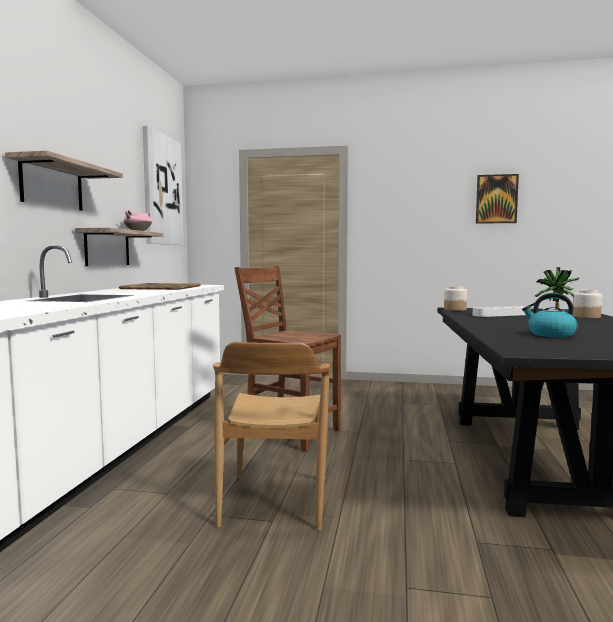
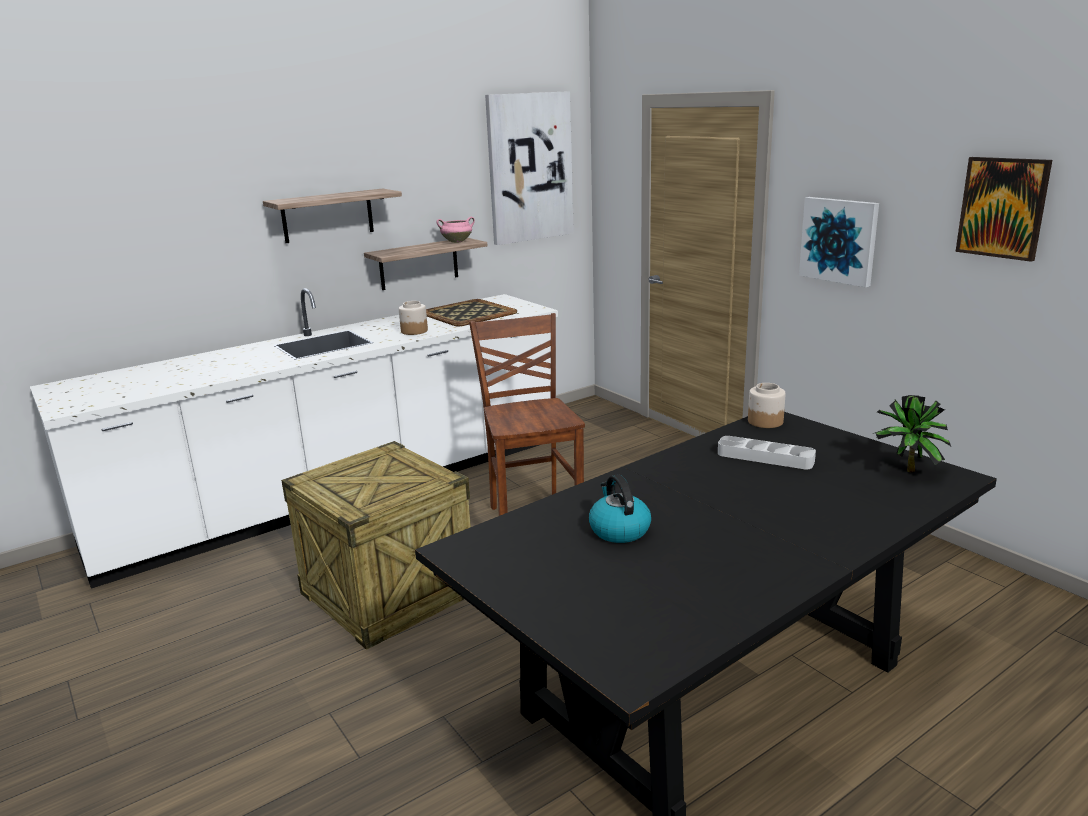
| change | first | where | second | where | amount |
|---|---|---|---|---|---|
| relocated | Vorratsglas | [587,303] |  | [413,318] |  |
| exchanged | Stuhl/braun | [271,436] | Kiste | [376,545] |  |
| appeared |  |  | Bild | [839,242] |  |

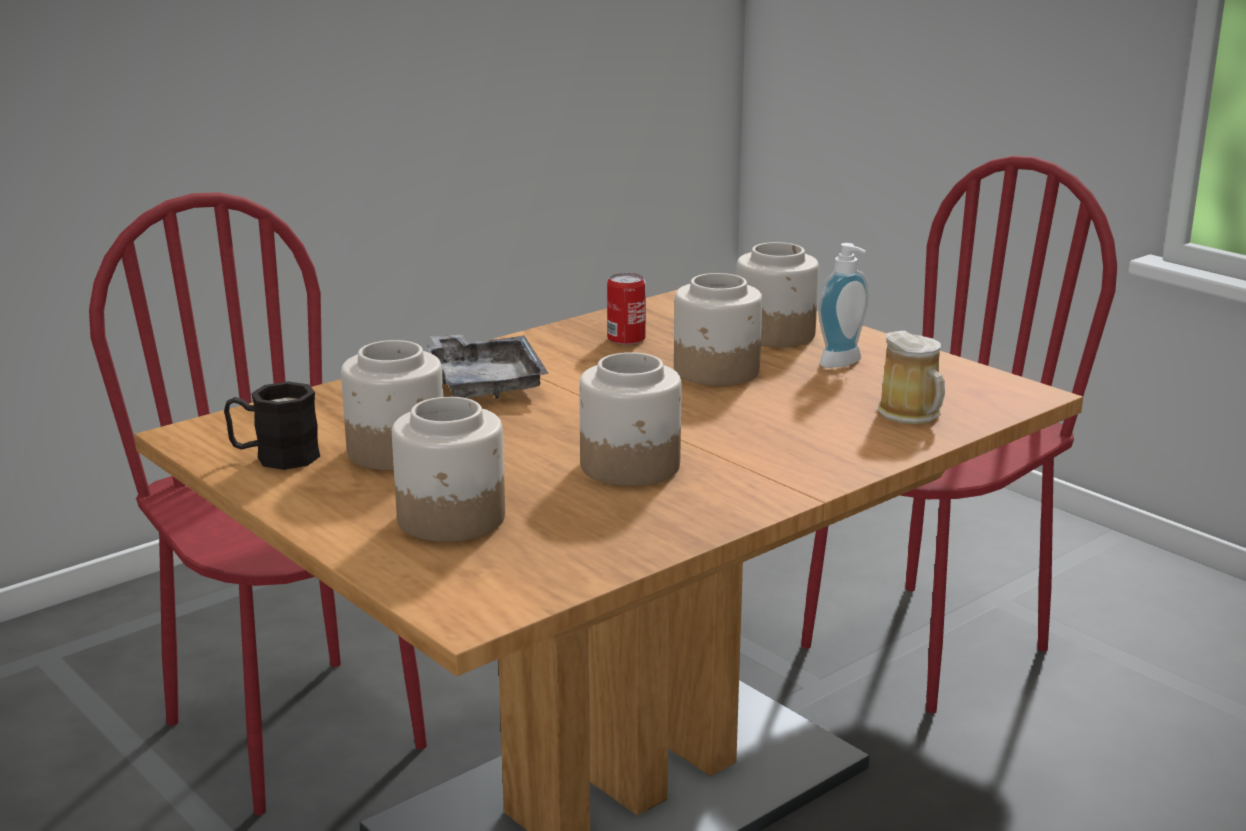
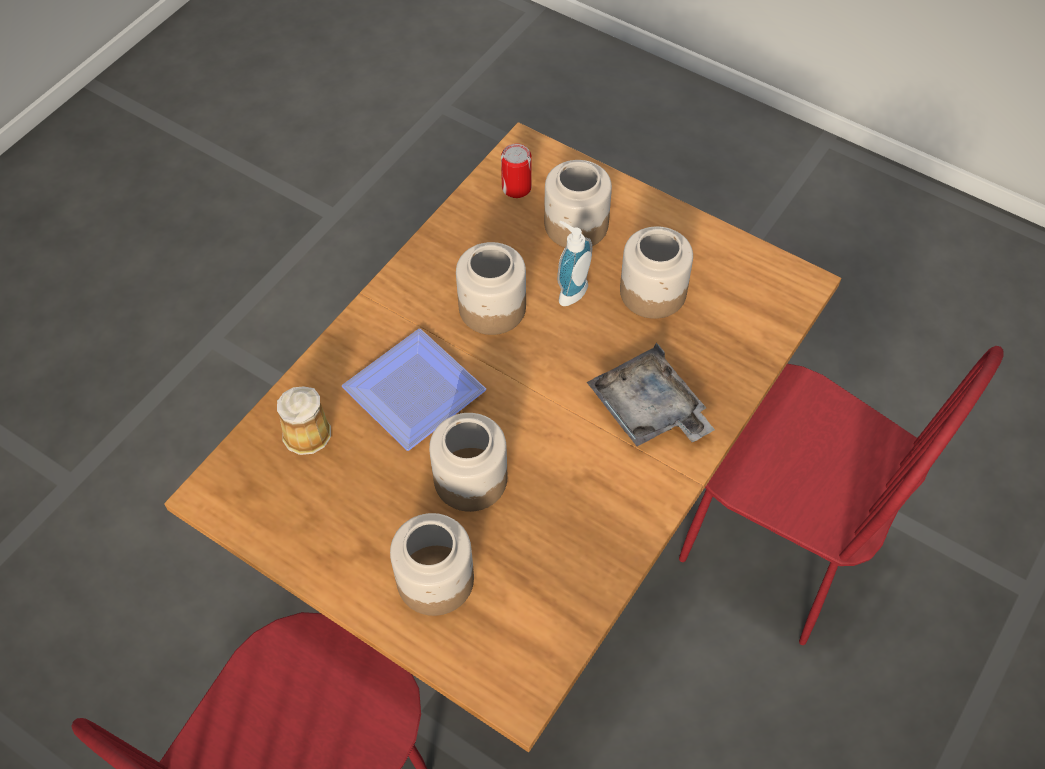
| change | first | where | second | where | amount |
|---|---|---|---|---|---|
| relocated | Seifenspender | [843,305] |  | [574,263] |  |
| relocated | Dose | [626,309] |  | [516,171] |  |
| missing | Henkelbecher/schwarz | [272,426] |  |  |  |
| appeared |  |  | Teller | [414,390] |  |

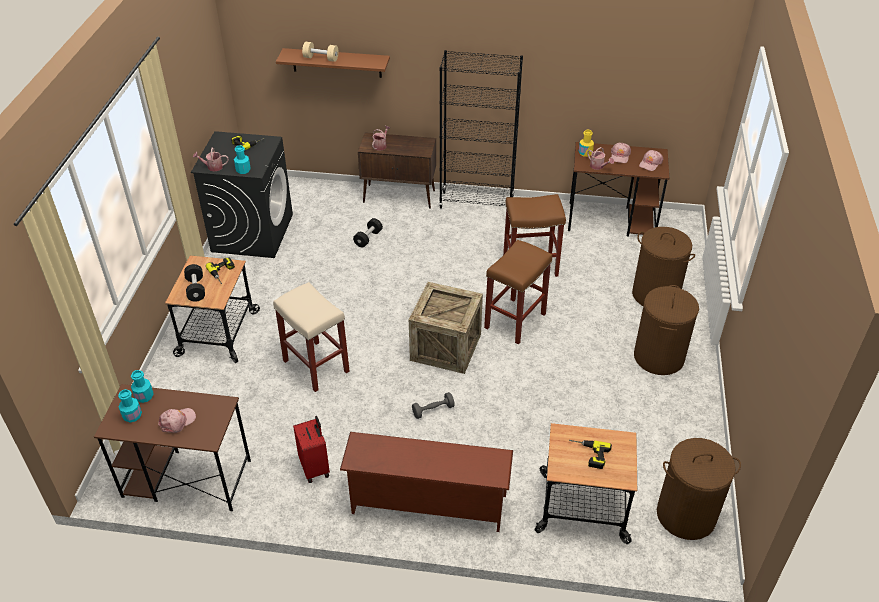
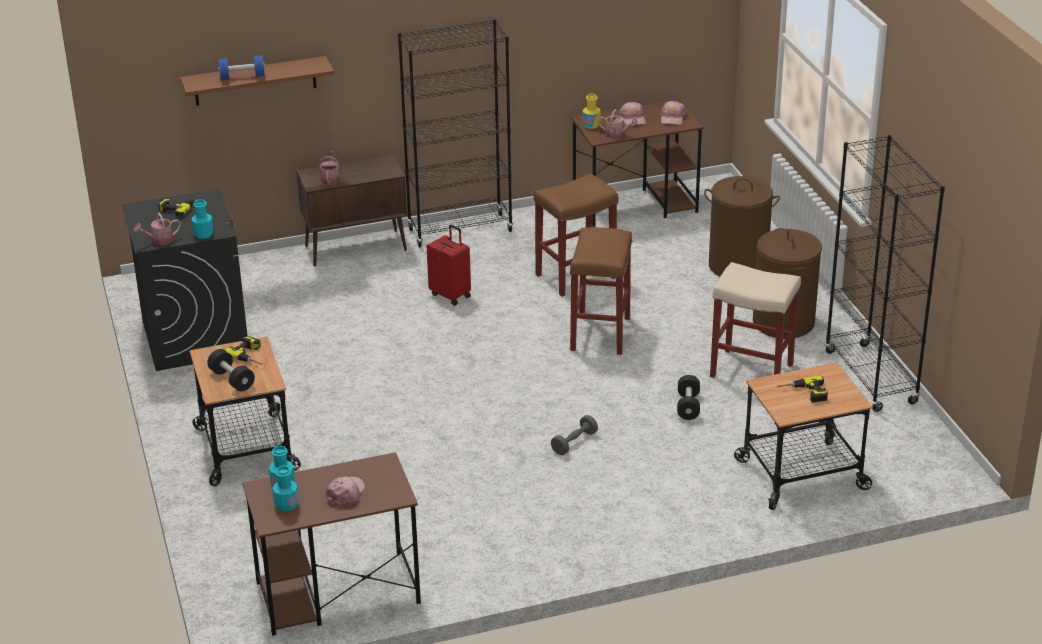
| change | first | where | second | where | amount |
|---|---|---|---|---|---|
| colour | Hantel/beige | [320,52] | Hantel/blau | [241,67] |  |
| relocated | Hantel/schwarz | [368,233] |  | [688,397] |  |
| relocated | Hocker/beige | [311,337] |  | [755,320] |  |
| missing | Kiste | [446,328] |  |  |  |
| relocated | Koffer/rot | [311,449] |  | [449,265] |  |
| missing | Schuhregal/braun | [426,482] |  |  |  |
| missing | Wäschekorb/braun | [699,489] |  |  |  |
| appeared |  |  | Bücherregal/schwarz | [885,273] |  |

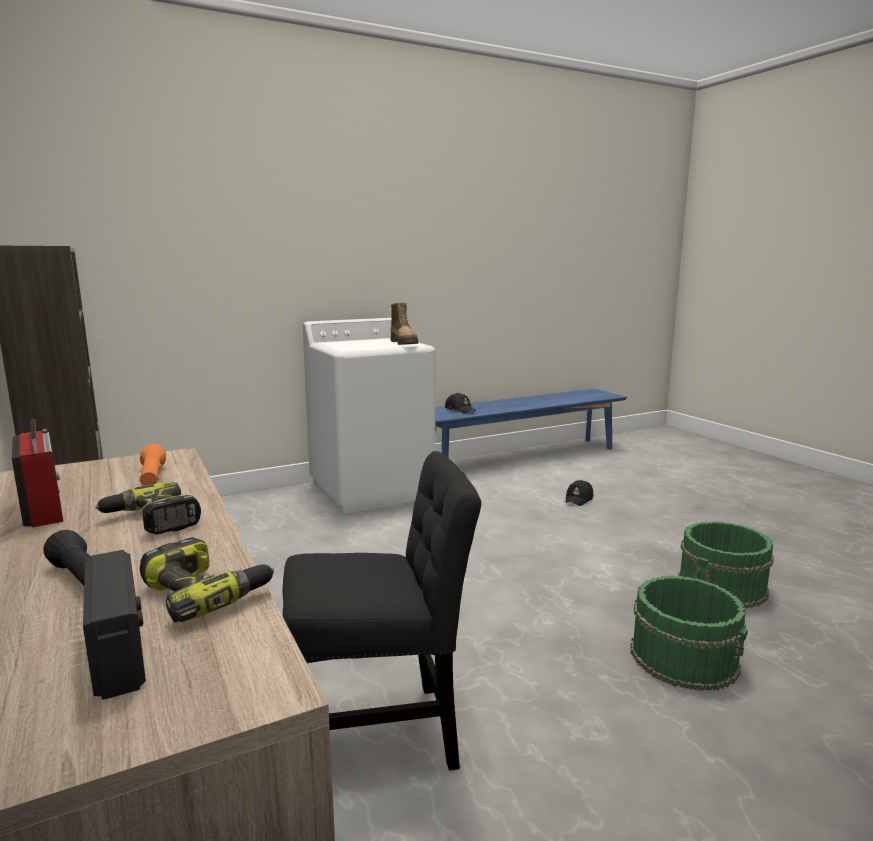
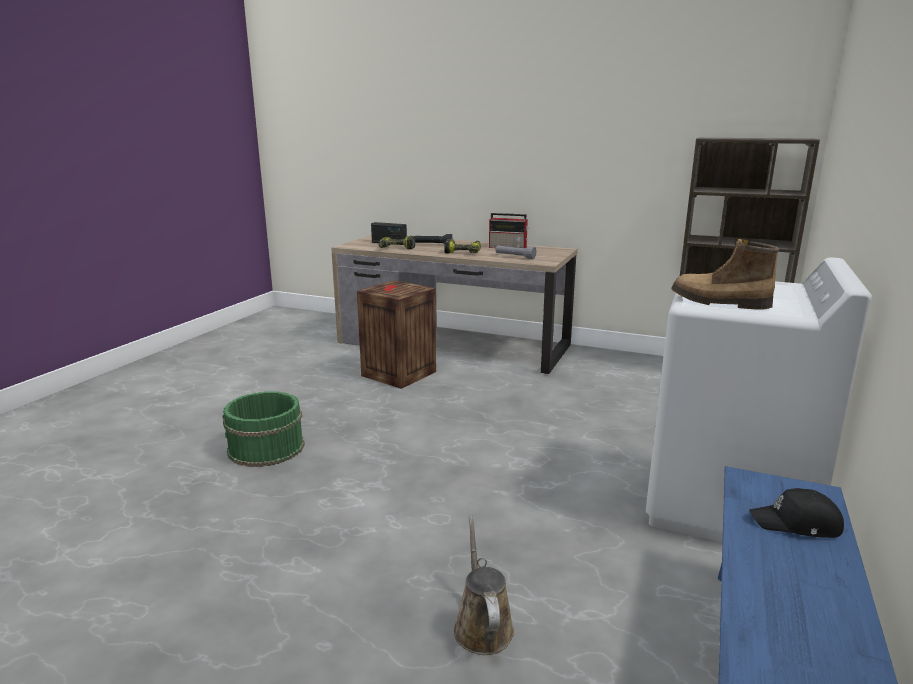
| change | first | where | second | where | amount |
|---|---|---|---|---|---|
| colour | Taschenlampe/orange | [153,465] | Taschenlampe/grau | [515,252] |  |
| exchanged | Stuhl/schwarz | [382,610] | Kiste | [396,334] |  |
| exchanged | Kappe/schwarz | [580,493] | Gießkanne/braun | [484,585] |  |
| missing | Eimer/grün | [726,564] |  |  |  |

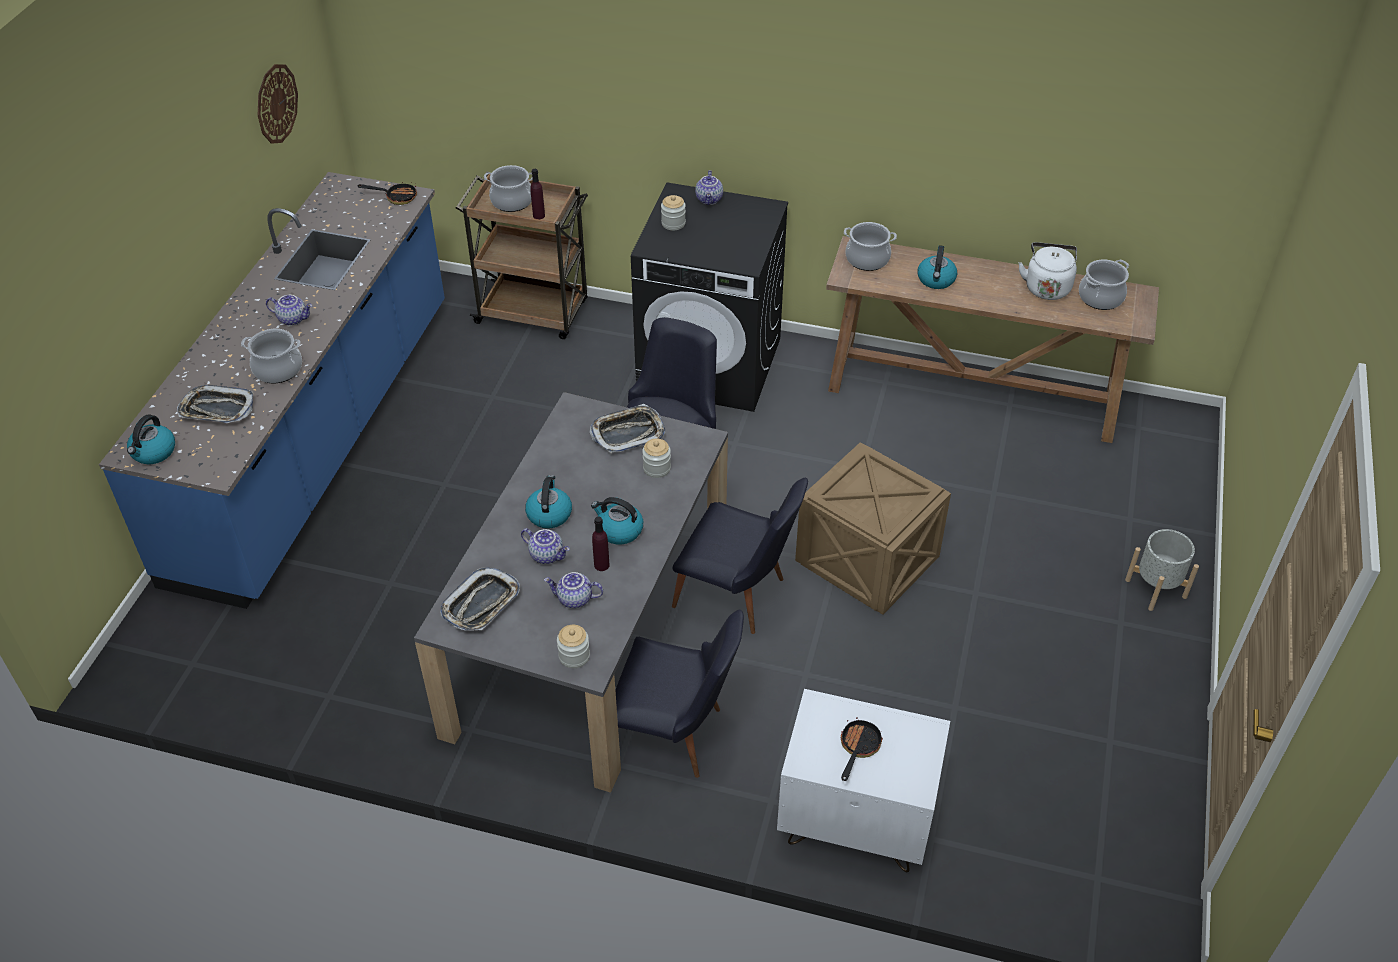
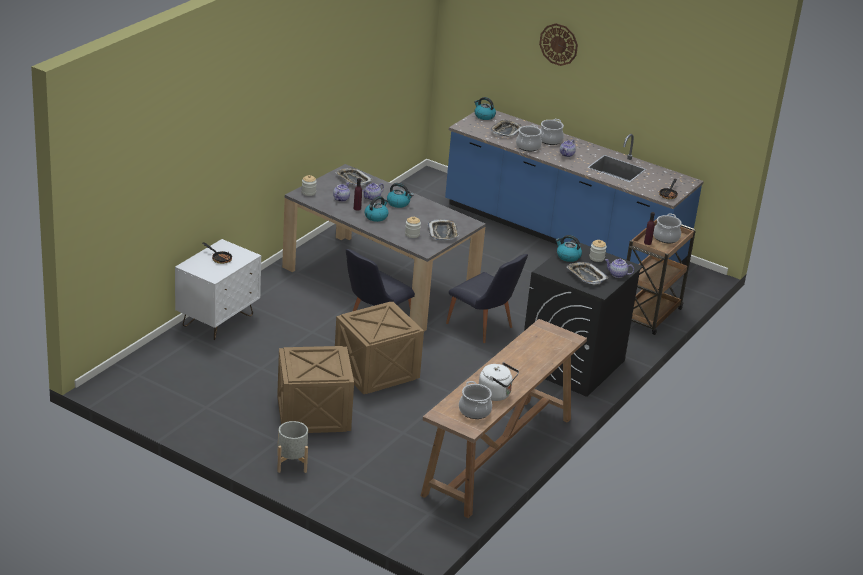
| change | first | where | second | where | amount |
|---|---|---|---|---|---|
| relocated | Wanduhr | [278,104] |  | [558,44] |  |
| relocated | Kochtopf | [870,246] |  | [552,132] |  |
| relocated | Wasserkessel | [937,267] |  | [568,248] |  |
| missing | Stuhl/schwarz | [679,694] |  |  |  |
| appeared |  |  | Tablett | [587,273] |  |
| appeared |  |  | Kiste | [315,389] |  |

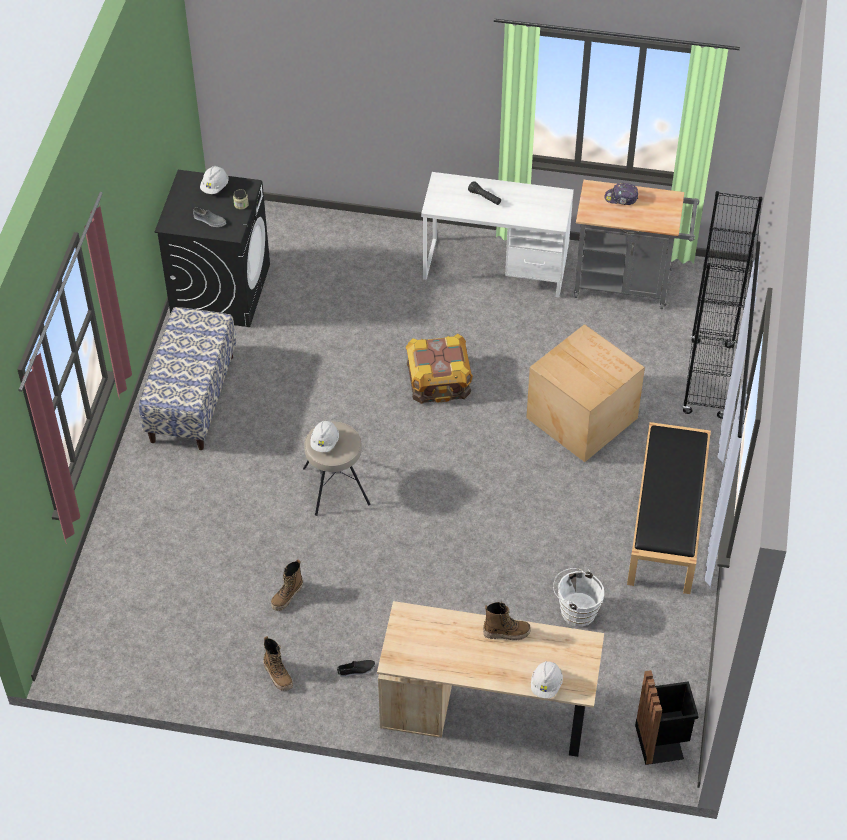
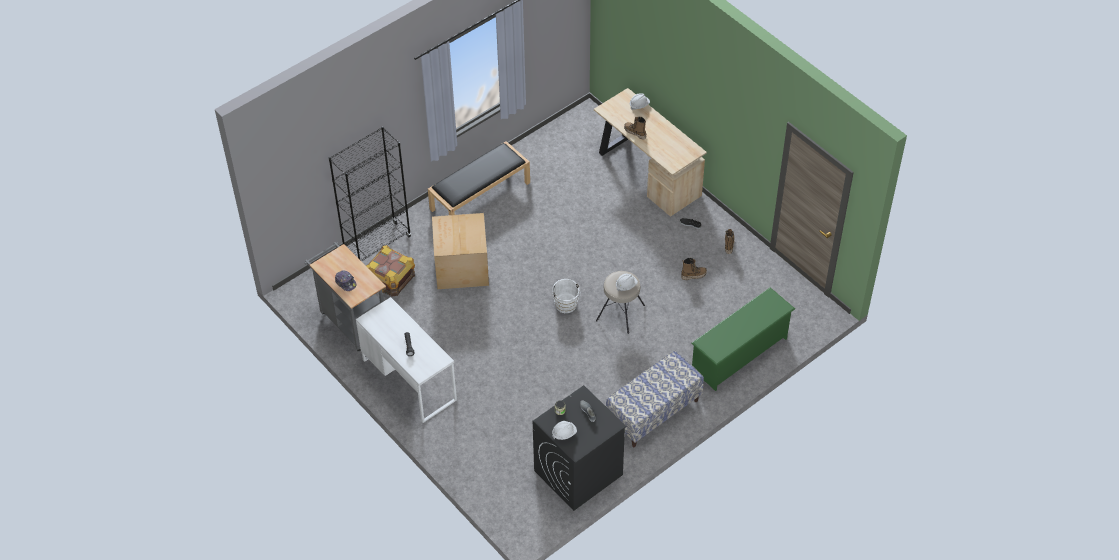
| change | first | where | second | where | amount |
|---|---|---|---|---|---|
| relocated | Kiste | [439,369] |  | [390,271] |  |
| relocated | Eimer/weiß | [578,597] |  | [567,296] |  |
| missing | Mülleimer/schwarz | [667,717] |  |  |  |
| appeared |  |  | Schuhregal/grün | [743,339] |  |

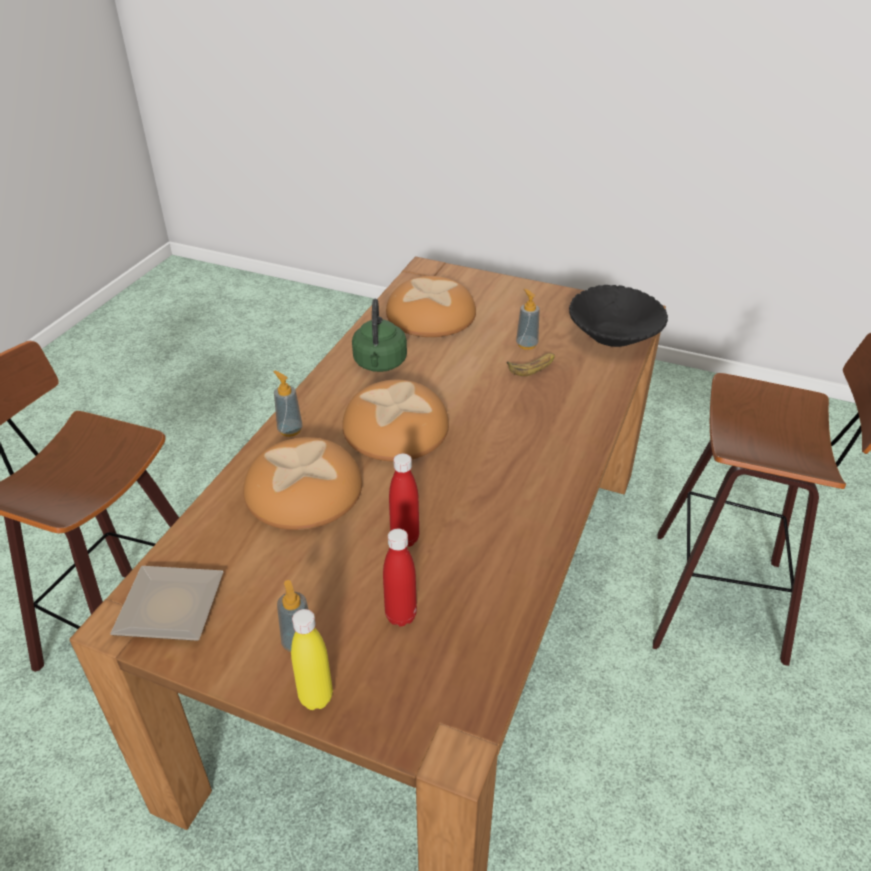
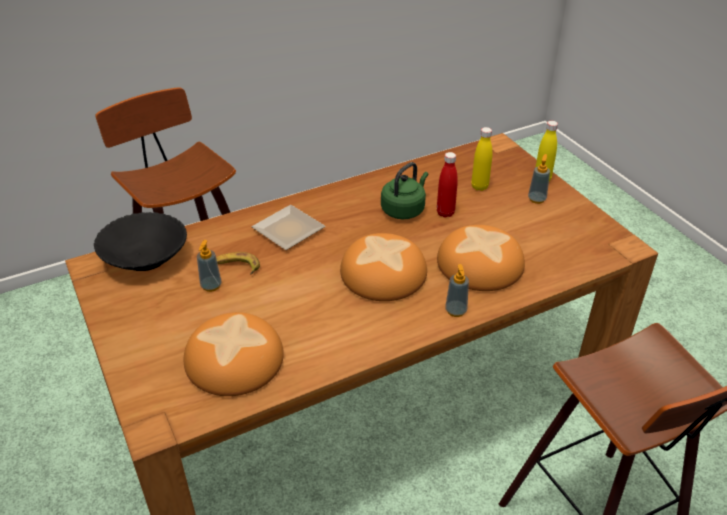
| change | first | where | second | where | amount |
|---|---|---|---|---|---|
| relocated | Wasserkessel/grün | [379,335] |  | [404,190] |  |
| colour | Flasche/rot | [400,577] | Flasche/gelb | [481,159] |  |
| relocated | Teller | [167,603] |  | [288,227] |  |

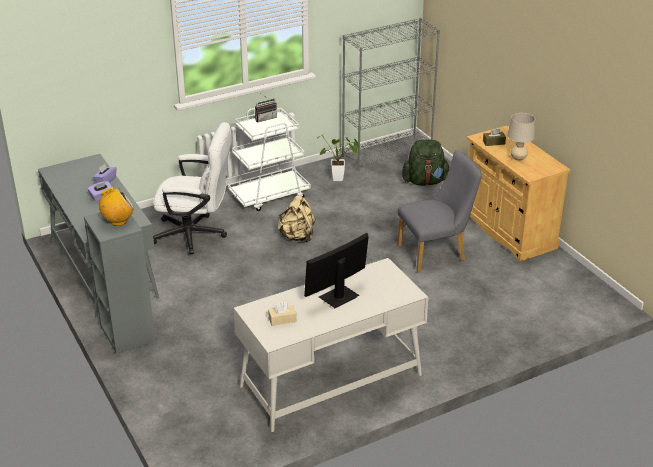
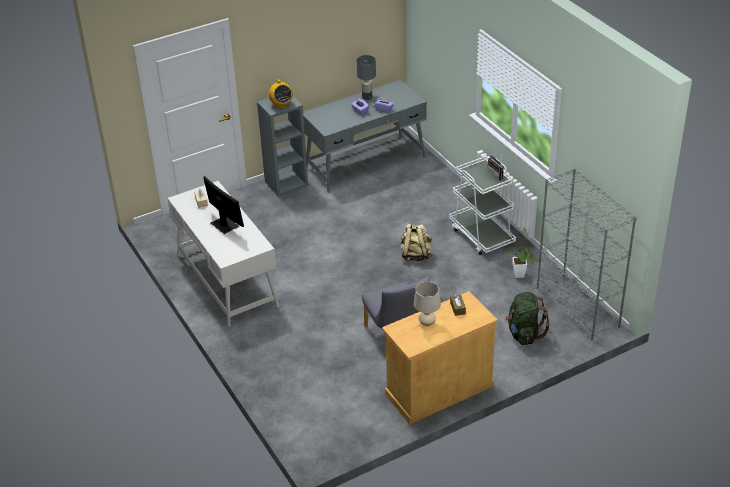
| change | first | where | second | where | amount |
|---|---|---|---|---|---|
| missing | Bürostuhl/weiß | [192,188] |  |  |  |
| appeared |  |  | Tischlampe/grau | [366,77] |  |

